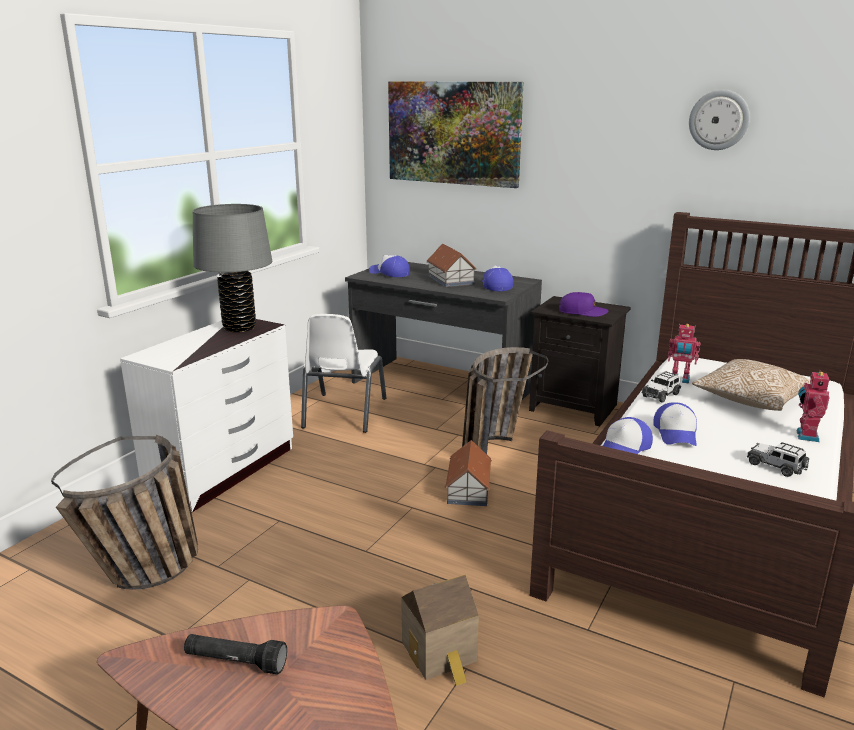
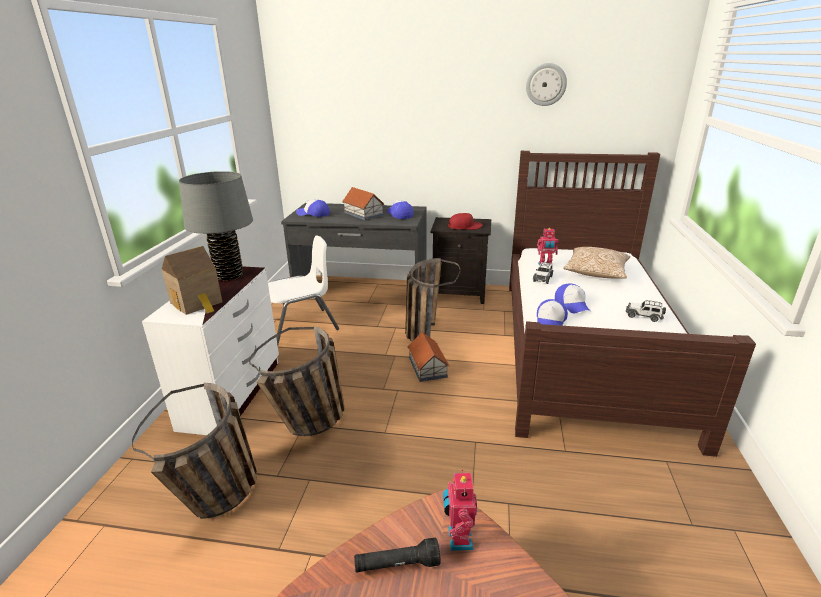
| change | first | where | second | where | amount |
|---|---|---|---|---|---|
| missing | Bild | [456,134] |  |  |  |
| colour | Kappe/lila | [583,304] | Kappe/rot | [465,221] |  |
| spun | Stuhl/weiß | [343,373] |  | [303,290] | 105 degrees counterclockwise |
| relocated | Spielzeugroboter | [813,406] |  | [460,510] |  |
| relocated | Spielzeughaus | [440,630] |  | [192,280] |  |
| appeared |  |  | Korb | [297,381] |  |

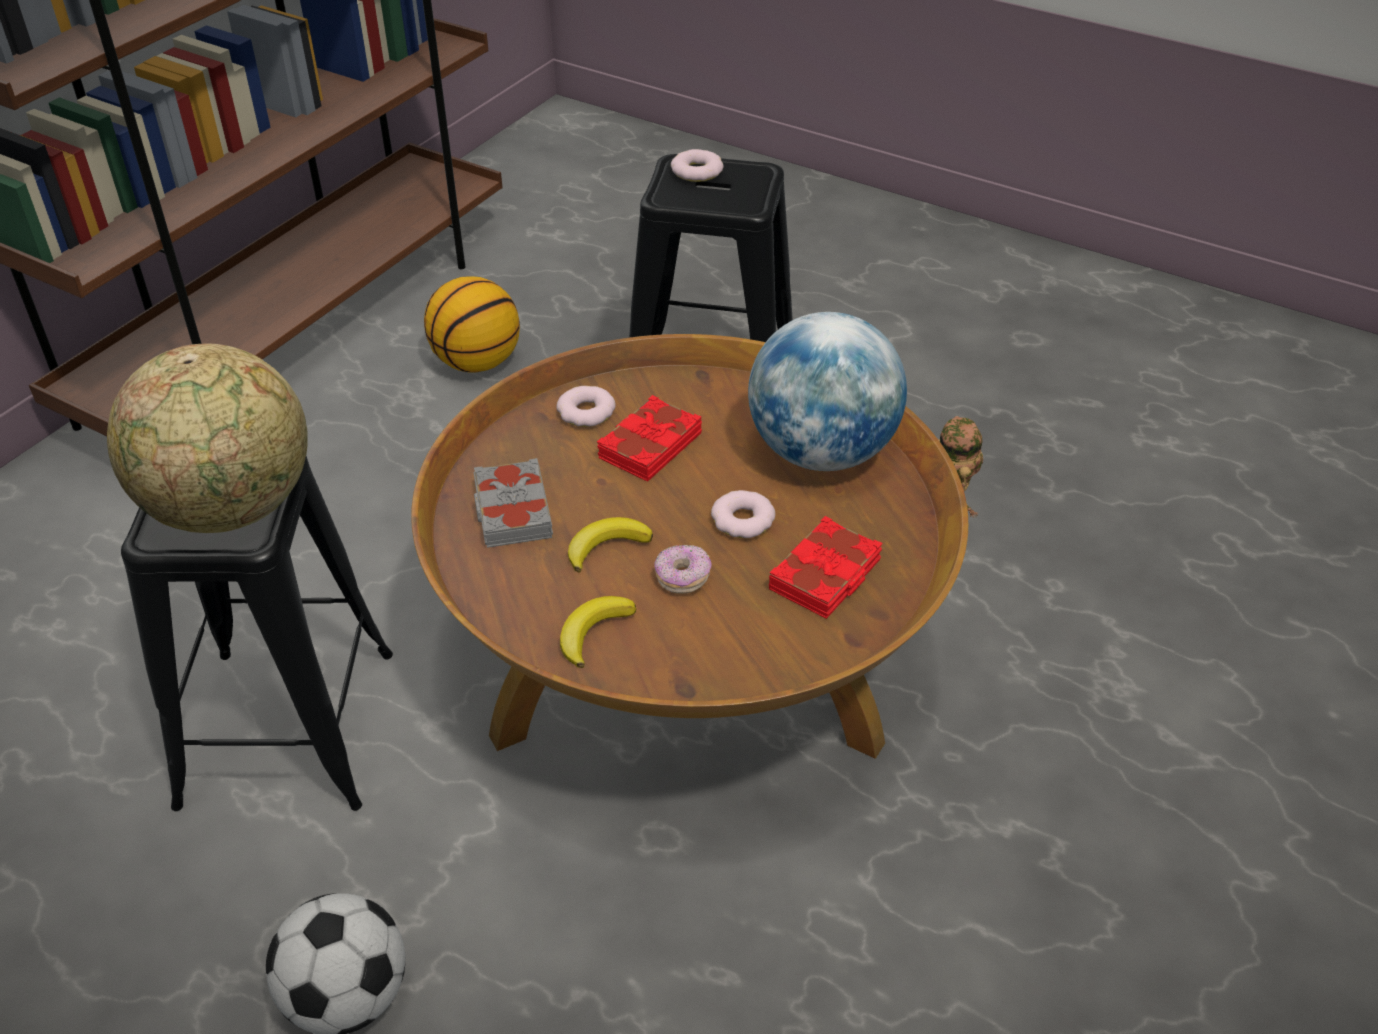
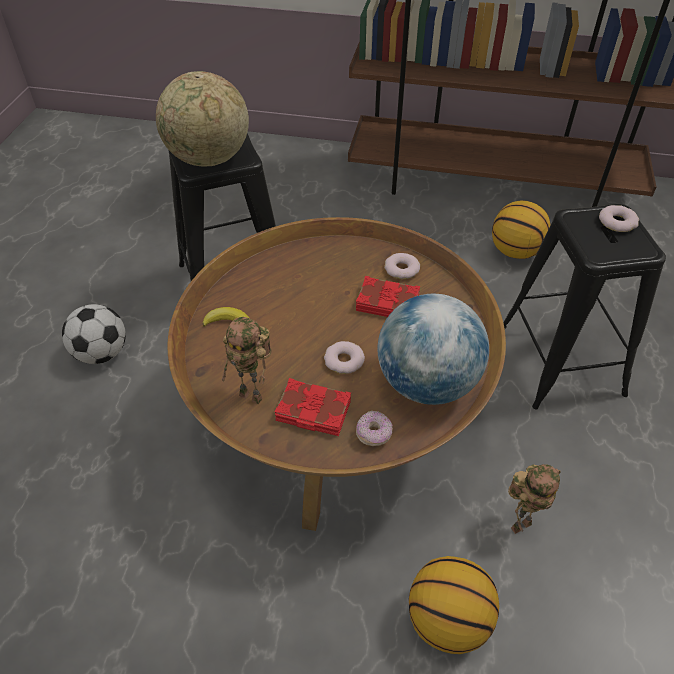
| change | first | where | second | where | amount |
|---|---|---|---|---|---|
| missing | Buch/grau | [513,503] |  |  |  |
| missing | Banane | [610,544] |  |  |  |
| relocated | Donut | [683,569] |  | [374,428] |  |
| appeared |  |  | Spielzeugroboter | [247,360] |  |
| appeared |  |  | Basketball | [454,605] |  |

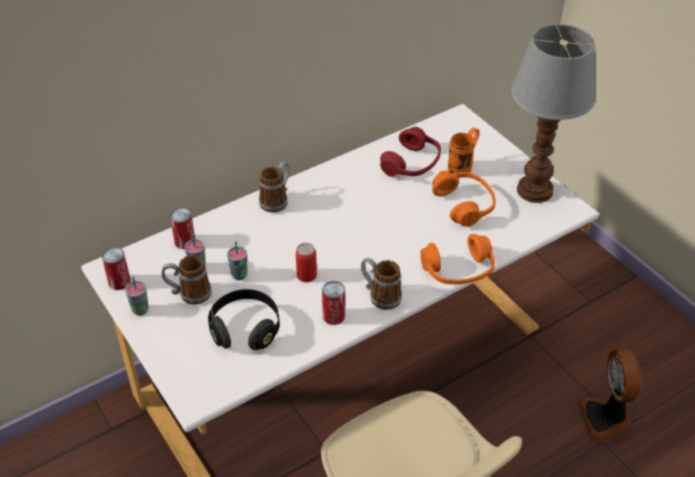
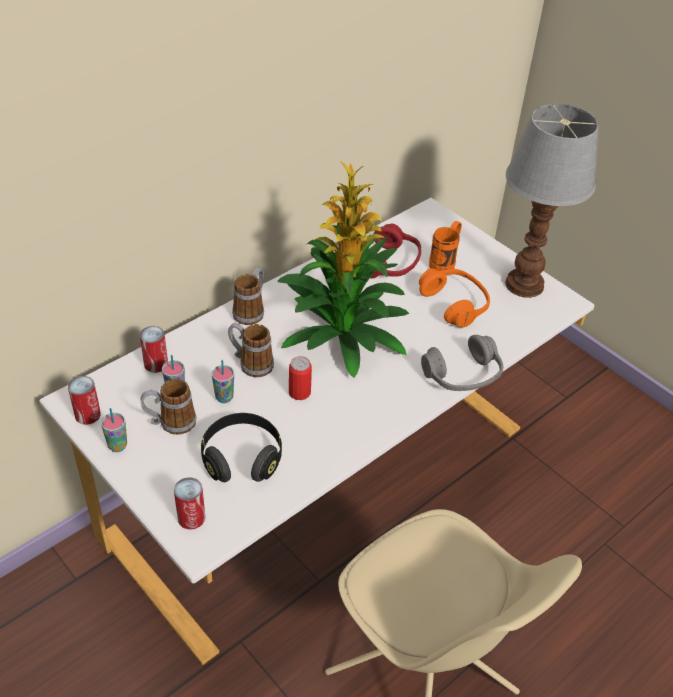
| change | first | where | second | where | amount |
|---|---|---|---|---|---|
| colour | Kopfhörer/orange | [457,259] | Kopfhörer/grau | [462,363] |  |
| relocated | Henkelbecher | [381,284] |  | [251,350] |  |
| relocated | Dose | [333,303] |  | [189,503] |  |
| missing | Ventilator | [609,396] |  |  |  |
| appeared |  |  | Topfpflanze | [344,269] |  |

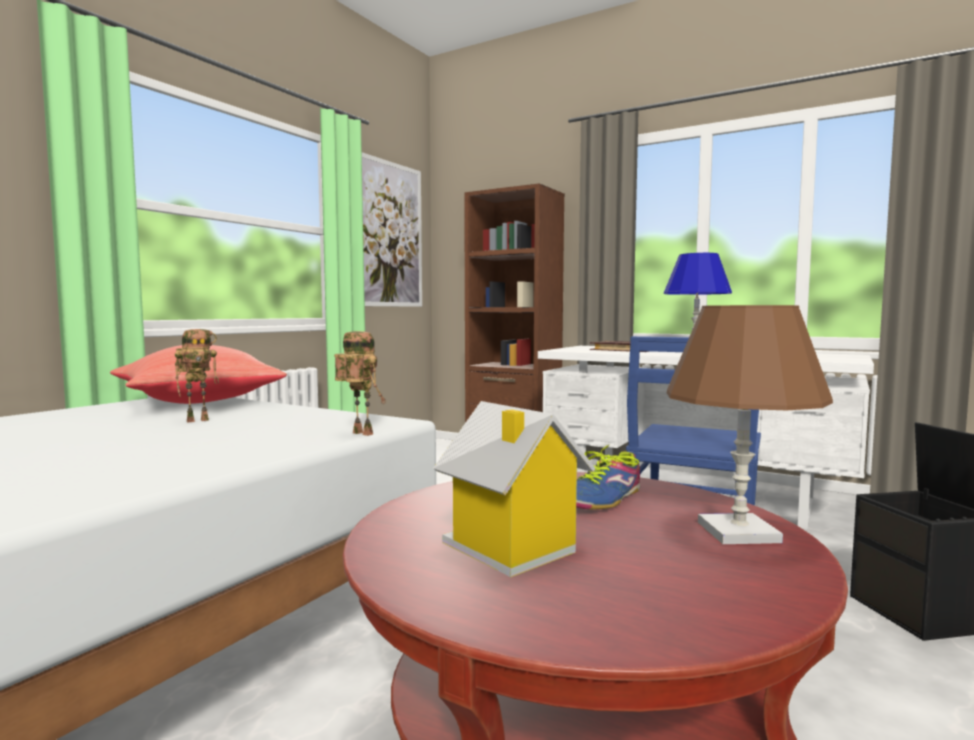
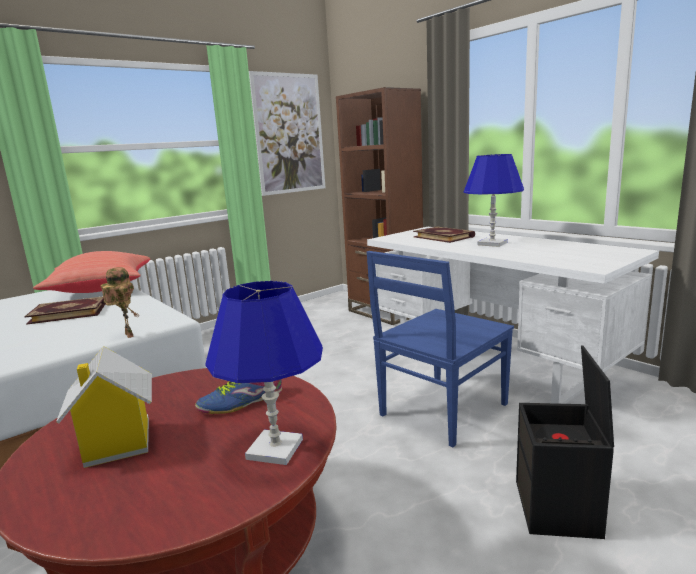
| change | first | where | second | where | amount |
|---|---|---|---|---|---|
| colour | Tischlampe/braun | [750,424] | Tischlampe/blau | [264,373] |  |
| exchanged | Spielzeugroboter | [197,375] | Buch | [65,310] |  |

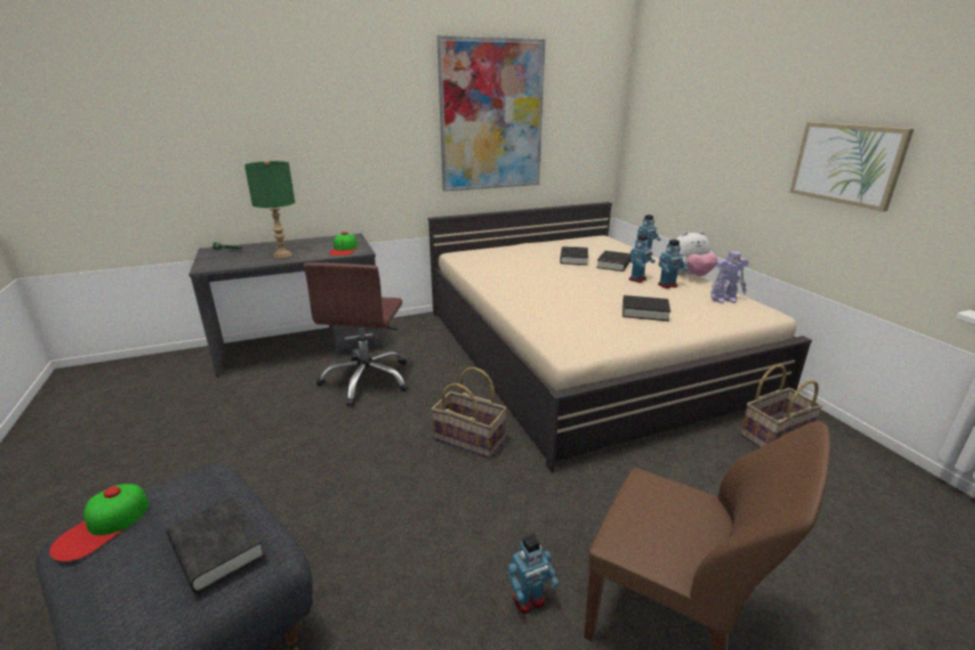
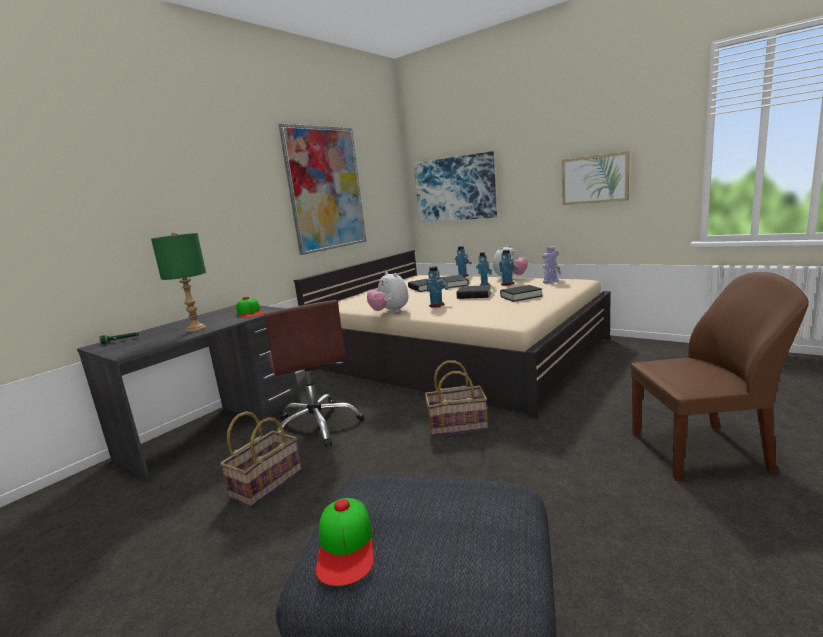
| change | first | where | second | where | amount |
|---|---|---|---|---|---|
| relocated | Korb | [781,406] |  | [261,459] |  |
| relocated | Buch/schwarz | [215,545] |  | [473,292] |  |
| relocated | Spielzeugroboter | [533,574] |  | [437,286] |  |
| appeared |  |  | Bild | [455,186] |  |
| appeared |  |  | Plüschtier | [388,292] |  |

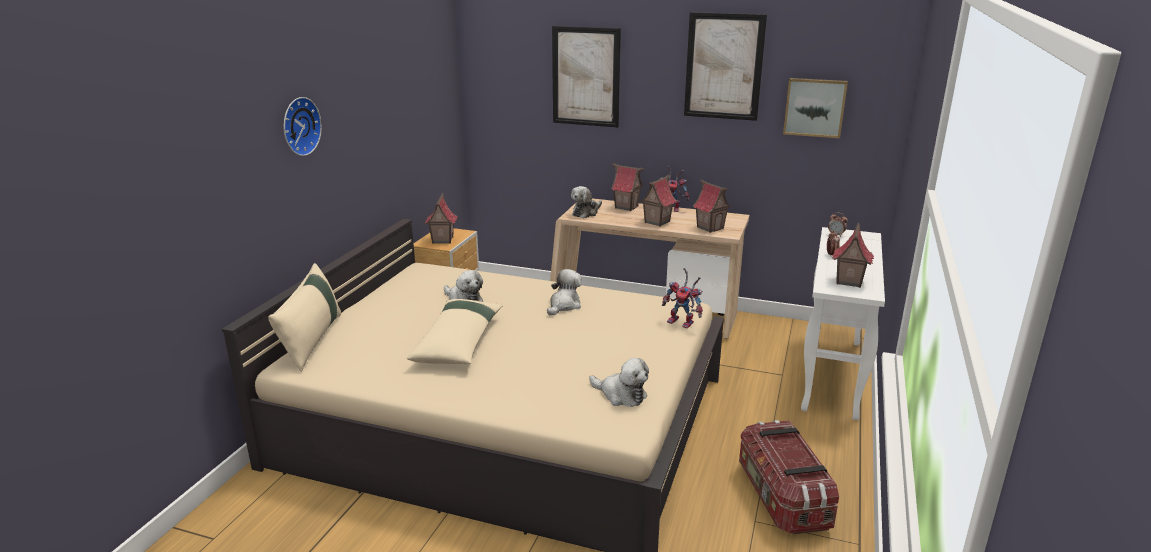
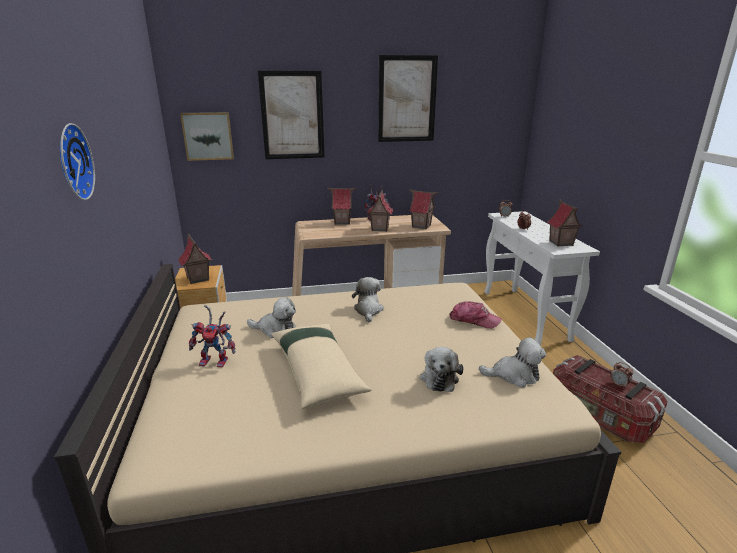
| change | first | where | second | where | amount |
|---|---|---|---|---|---|
| relocated | Bild | [815,108] |  | [207,136] |  |
| relocated | Plüschtier | [586,202] |  | [441,369] |  |
| missing | Kissen/beige | [304,317] |  |  |  |
| relocated | Spielzeugroboter | [682,298] |  | [212,336] |  |
| appeared |  |  | Kappe | [475,315] |  |
| appeared |  |  | Wecker | [622,375] |  |

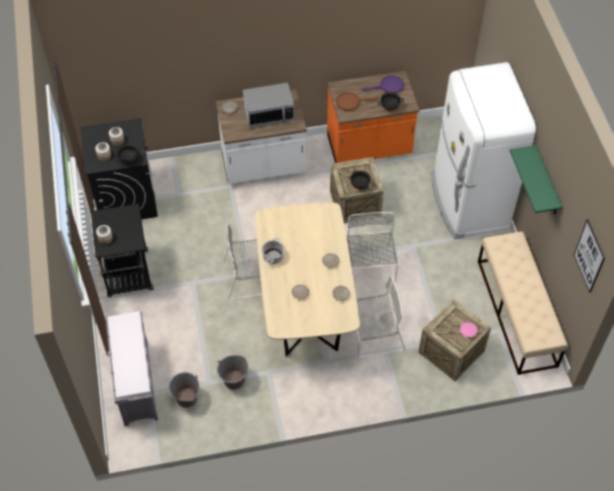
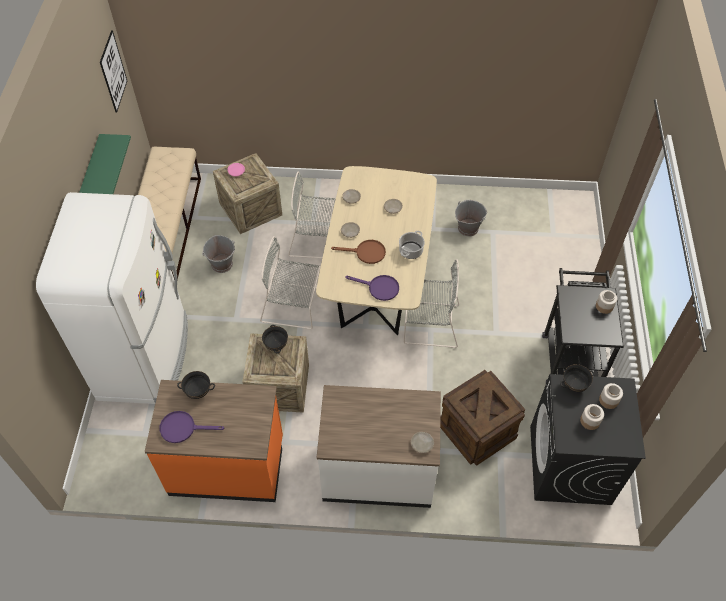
| change | first | where | second | where | amount |
|---|---|---|---|---|---|
| missing | Mikrowelle | [268,105] |  |  |  |
| relocated | Pfanne/braun | [358,101] |  | [358,252] |  |
| spun | Stuhl/grau | [372,246] |  | [290,283] | 90 degrees clockwise |
| missing | Bank/grau | [131,368] |  |  |  |
| relocated | Eimer/grau | [183,390] |  | [218,254] |  |
| appeared |  |  | Pfanne/lila | [372,288] |  |
| appeared |  |  | Kiste | [482,418] |  |

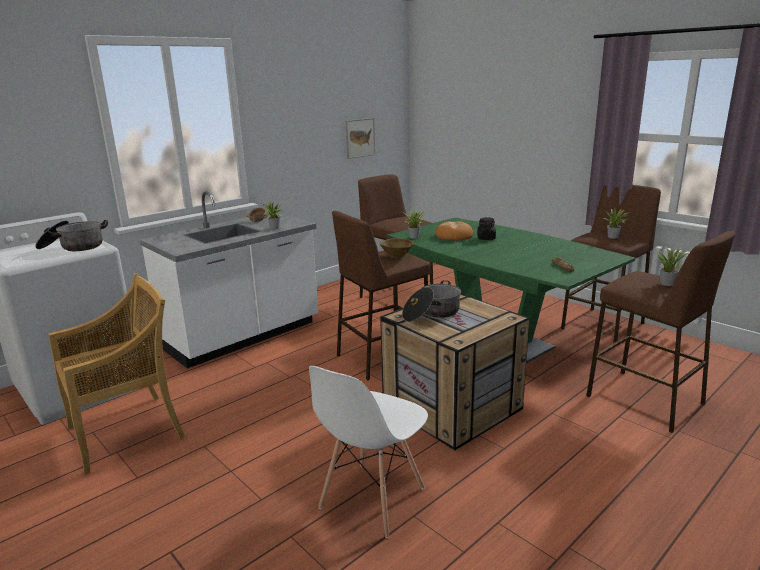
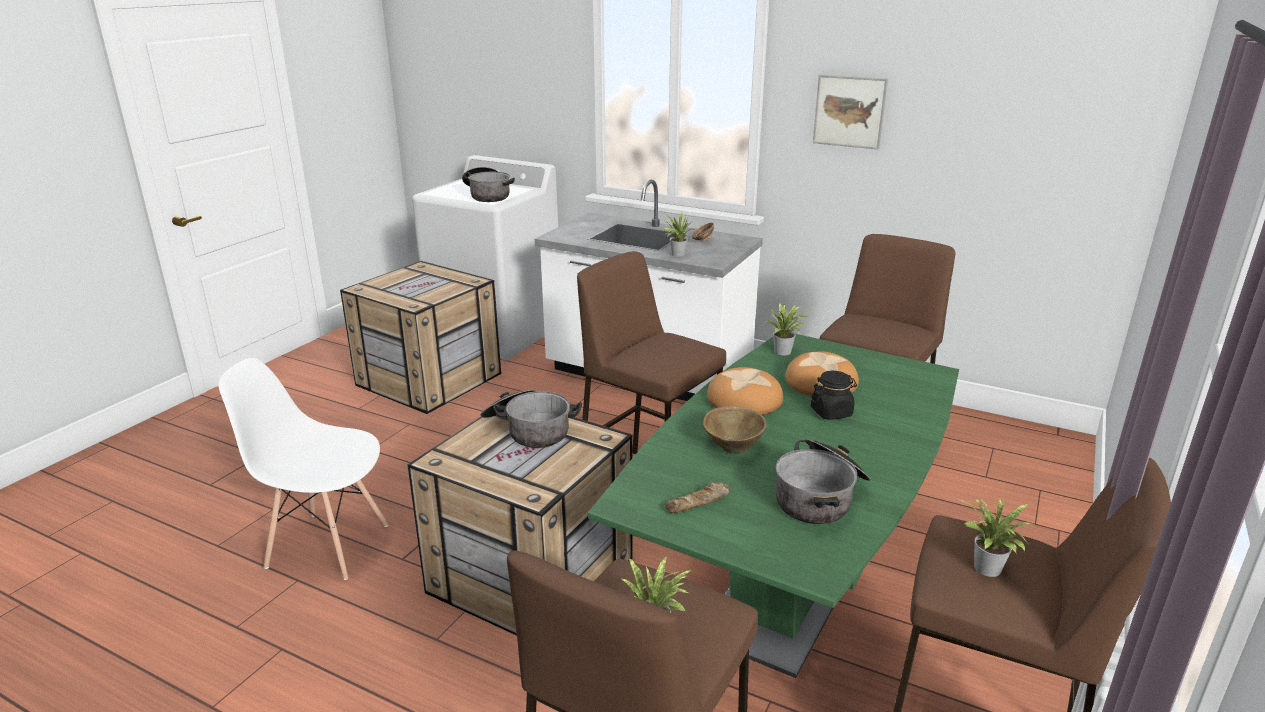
| change | first | where | second | where | amount |
|---|---|---|---|---|---|
| relocated | Bild | [360,138] |  | [850,112] |  |
| relocated | Schüssel/braun | [396,248] |  | [735,430] |  |
| exchanged | Stuhl/beige | [116,374] | Kiste | [420,337] |  |
| appeared |  |  | Brot | [745,391] |  |
| appeared |  |  | Kochtopf | [823,481] |  |

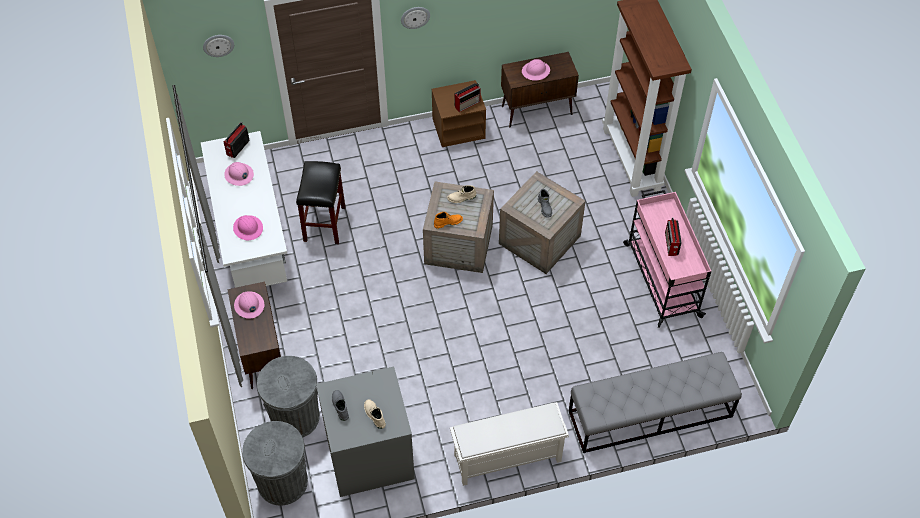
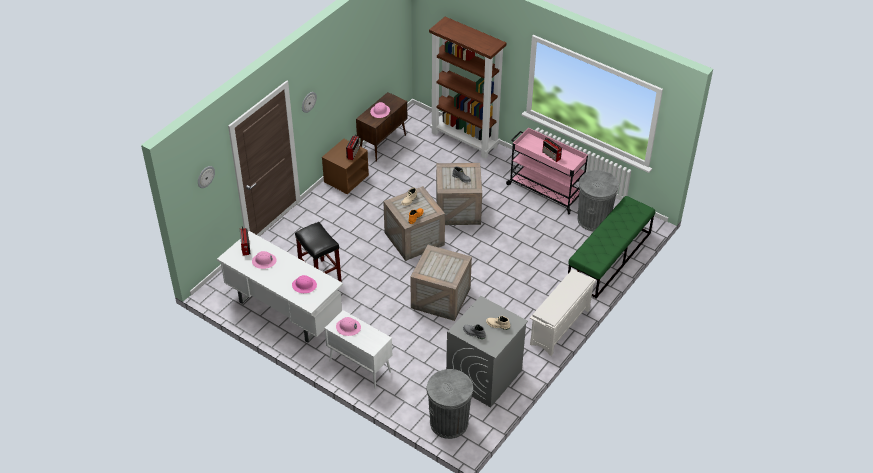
| change | first | where | second | where | amount |
|---|---|---|---|---|---|
| colour | Schrank/braun | [254,335] | Schrank/weiß | [358,349] |  |
| colour | Bank/grau | [655,402] | Bank/grün | [611,247] |  |
| relocated | Mülleimer/grau | [288,396] |  | [598,201] |  |
| appeared |  |  | Kiste | [441,283] |  |

